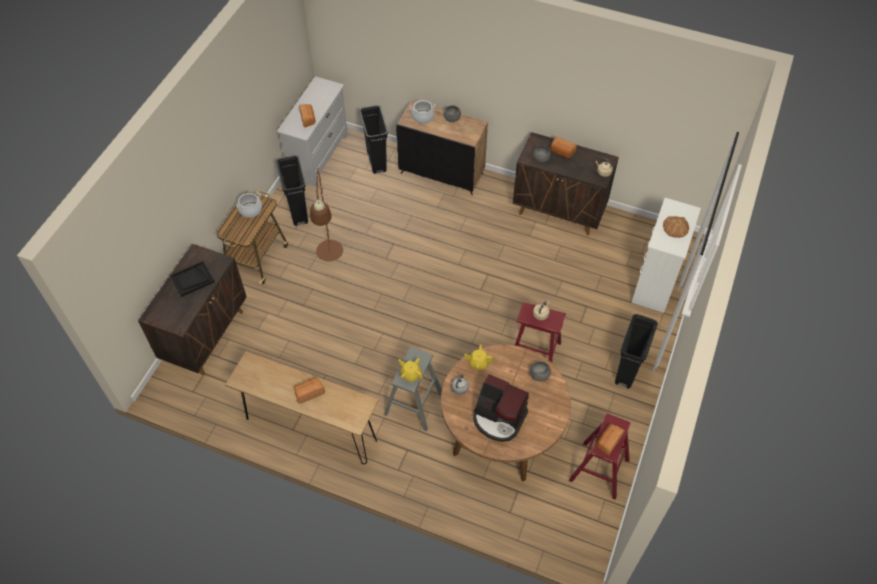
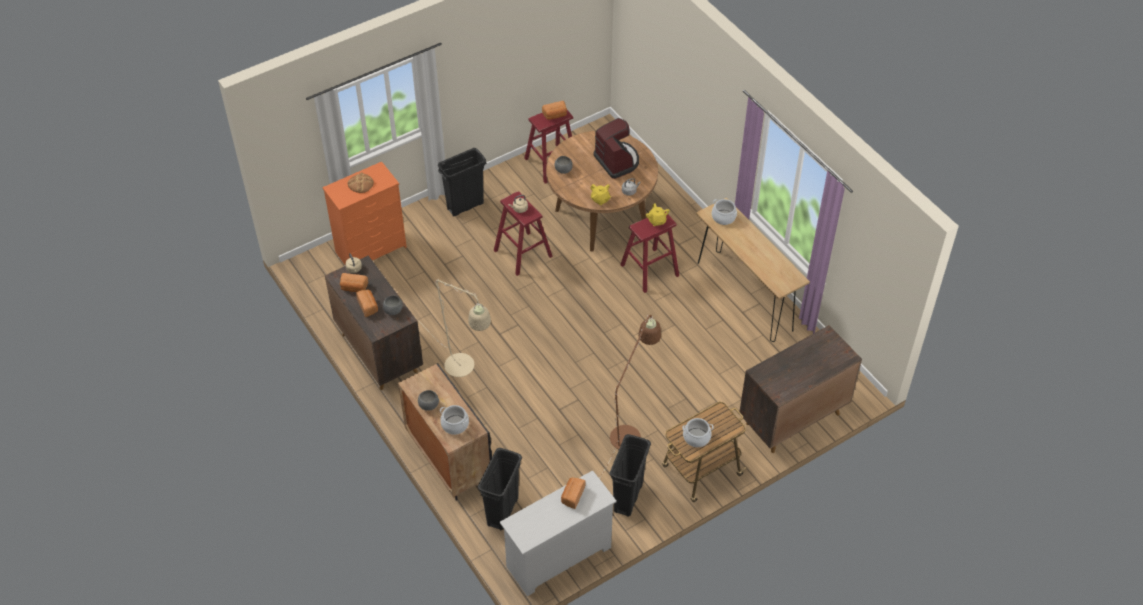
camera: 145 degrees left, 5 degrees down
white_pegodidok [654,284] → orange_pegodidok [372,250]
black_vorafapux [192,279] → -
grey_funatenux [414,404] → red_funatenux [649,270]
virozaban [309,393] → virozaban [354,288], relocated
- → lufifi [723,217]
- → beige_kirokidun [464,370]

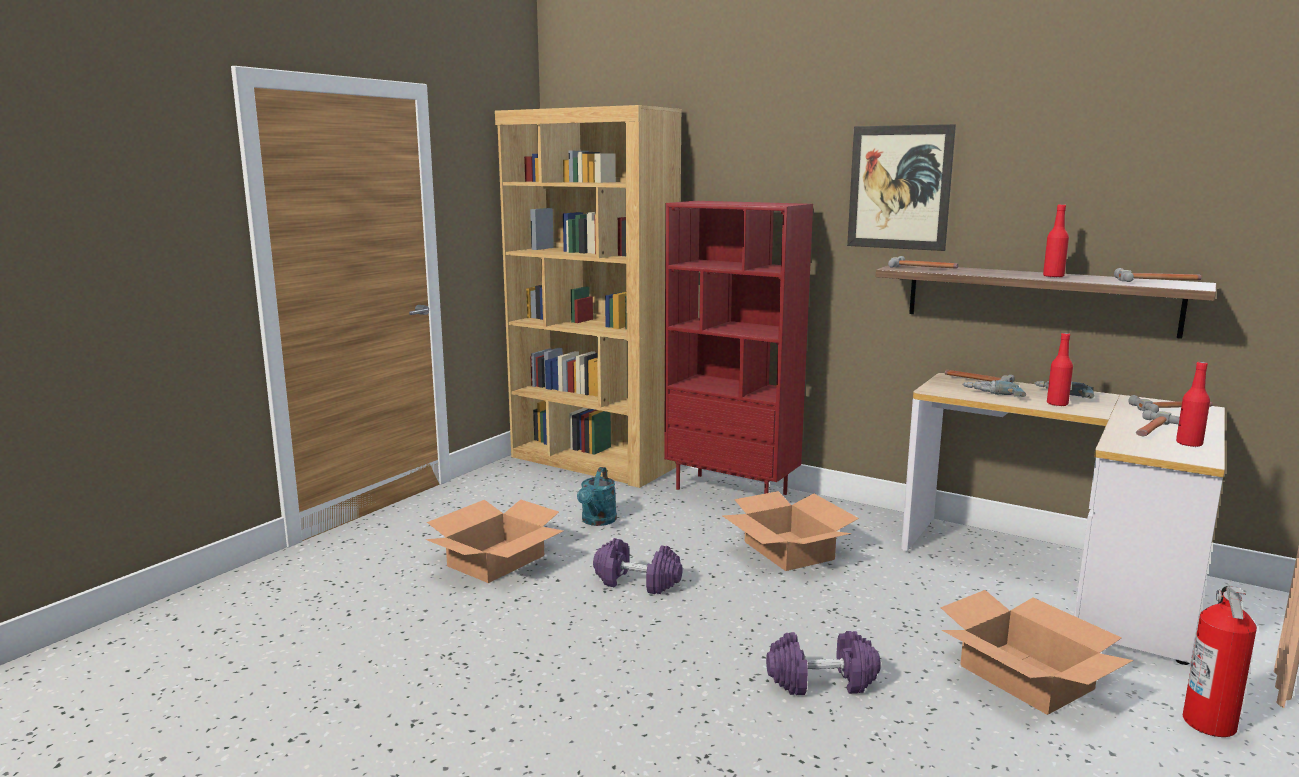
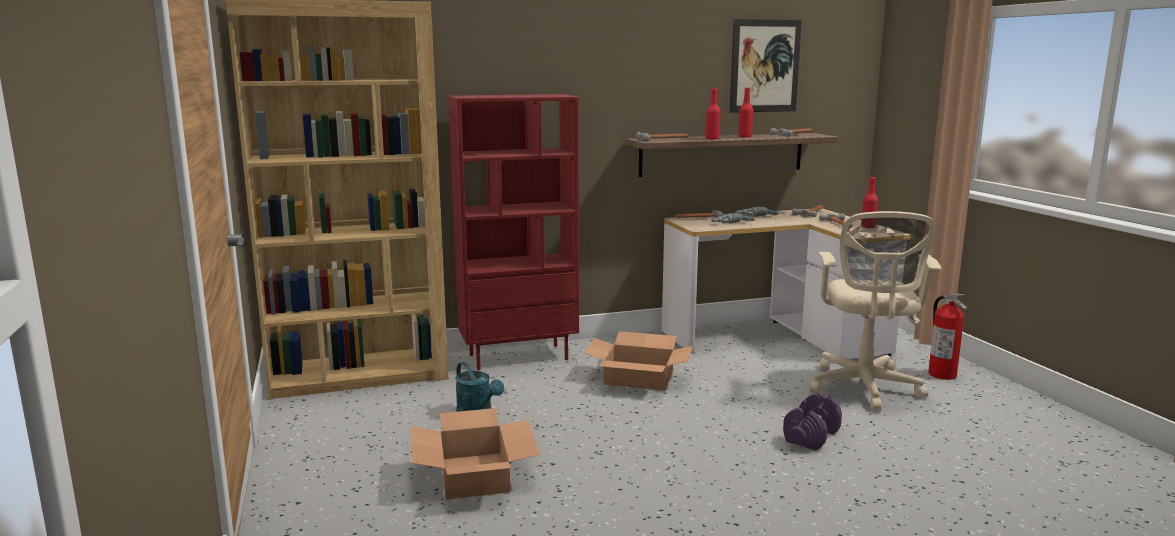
camera: 50 degrees left, 0 degrees up
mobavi [899,187] → mobavi [765,66], relocated
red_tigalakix [1057,404] → red_tigalakix [712,139], relocated
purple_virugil [637,582] → -
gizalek [1026,677] → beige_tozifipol [864,388]

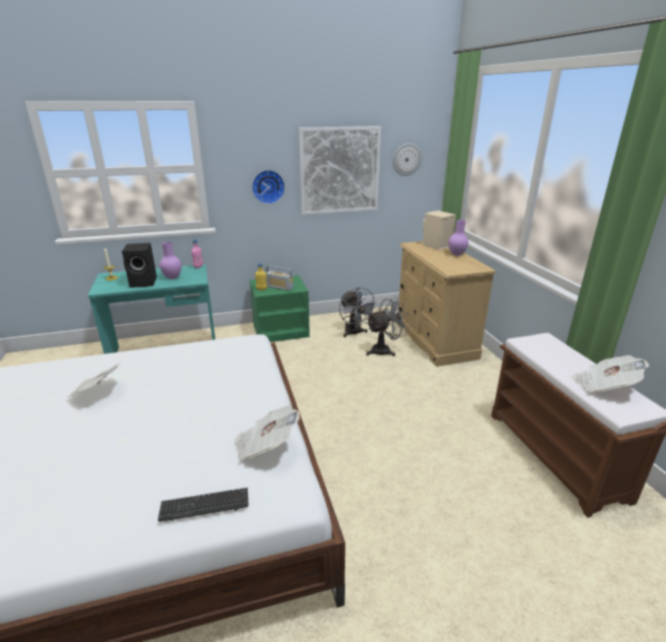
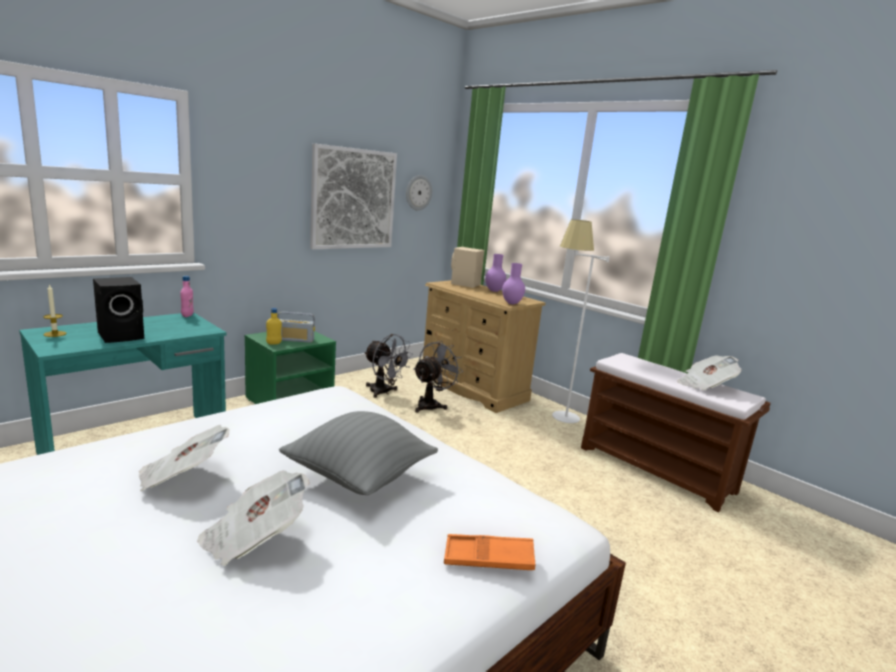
camera: 30 degrees left, 10 degrees down
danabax [268,186] → -
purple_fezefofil [172,278] → purple_fezefofil [512,303], relocated
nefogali [266,445] → nefogali [253,538], relocated
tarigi [205,505] → orange_vorafapux [488,558]
- → white_kirokidun [557,419]
- → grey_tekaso [359,478]

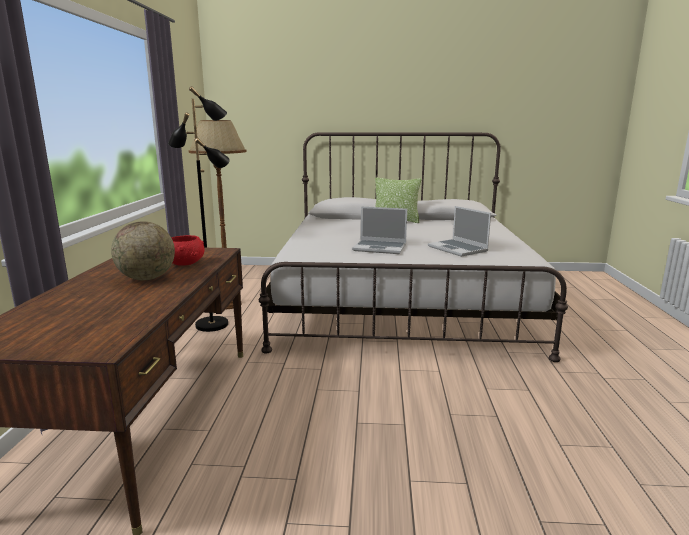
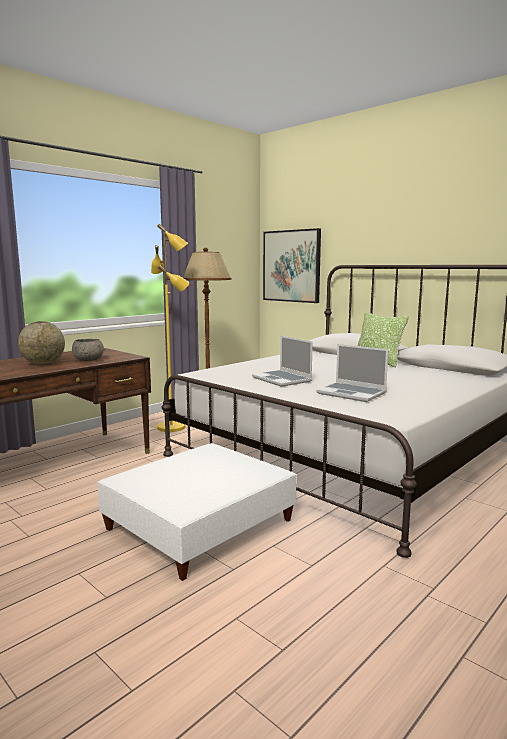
camera: 40 degrees right, 5 degrees down
black_kirokidun [212,324] → yellow_kirokidun [172,427]
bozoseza [458,249] → bozoseza [352,393], 60 degrees counterclockwise
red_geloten [186,263] → grey_geloten [89,360]
- → mobavi [291,266]
- → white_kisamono [200,524]

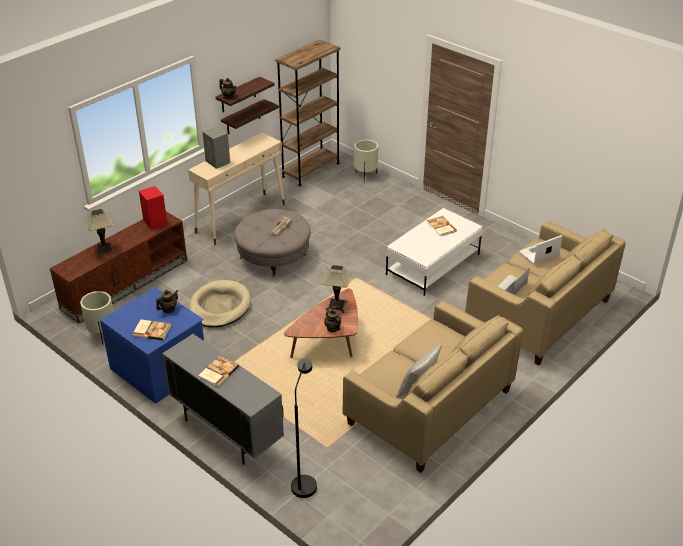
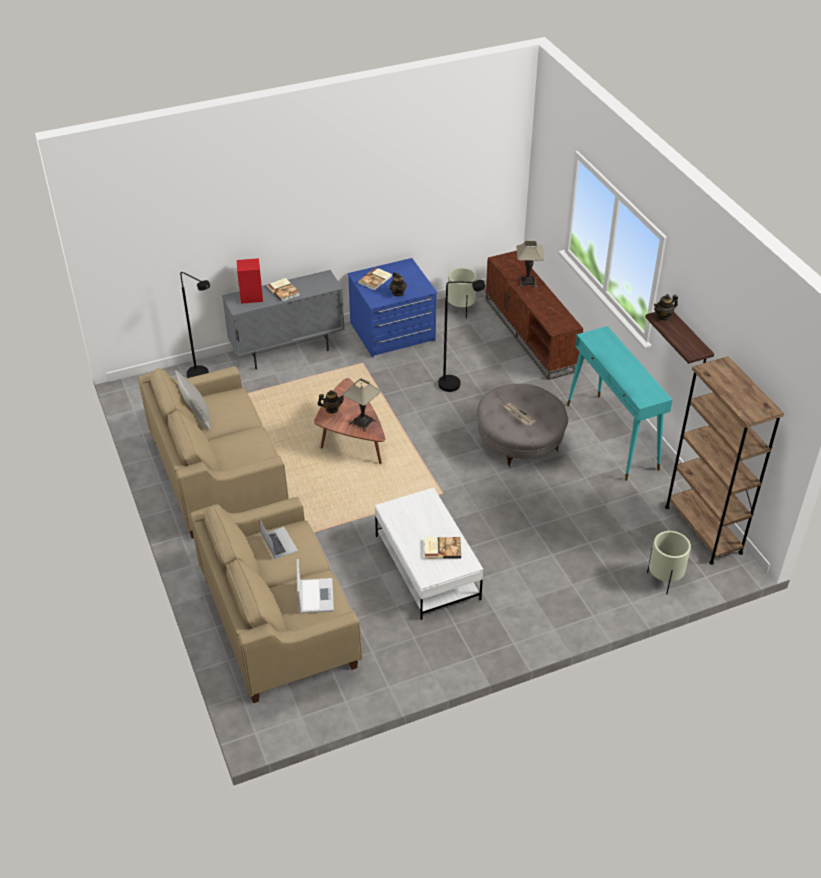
camera: 115 degrees right, 5 degrees up
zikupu [243,117] → -
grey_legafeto [218,162] → -
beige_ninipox [241,218] → turquoise_ninipox [612,437]
red_legafeto [155,222] → red_legafeto [250,297], relocated
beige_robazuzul [219,307] → black_kirokidun [455,384]

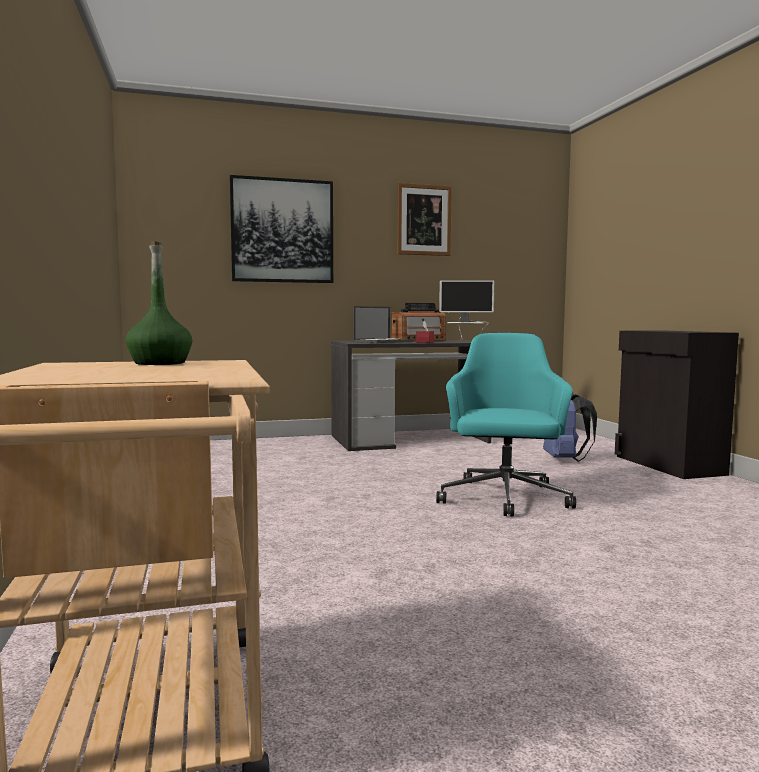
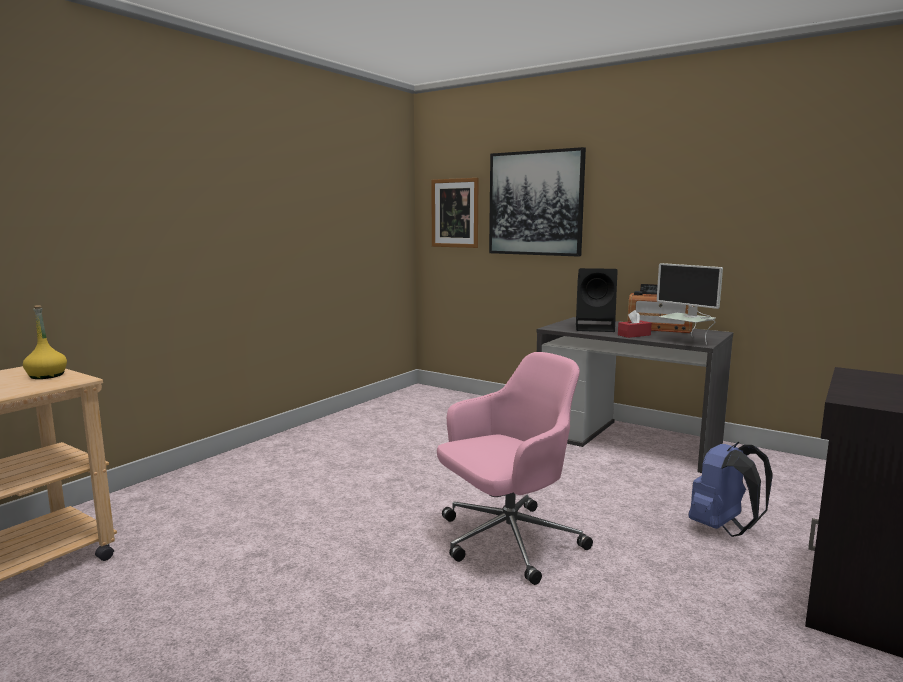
camera: 50 degrees right, 5 degrees up
mobavi [424,220] → mobavi [455,213], relocated
green_tigalakix [160,363] → yellow_tigalakix [47,376]
bozoseza [383,341] → black_legafeto [596,328]
turquoise_tozifipol [504,499] → pink_tozifipol [507,541]

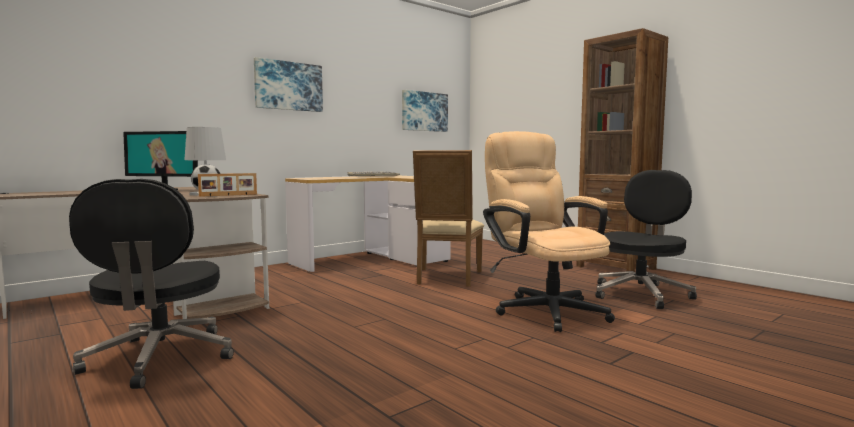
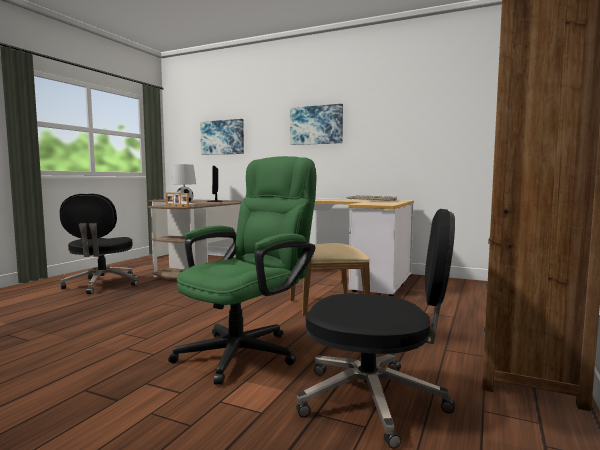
camera: 65 degrees right, 0 degrees up
mobavi [424,111] → mobavi [222,137], relocated
beige_tozifipol [544,309] → green_tozifipol [247,350]
black_tozifipol [160,358] → black_tozifipol [101,284], 60 degrees counterclockwise

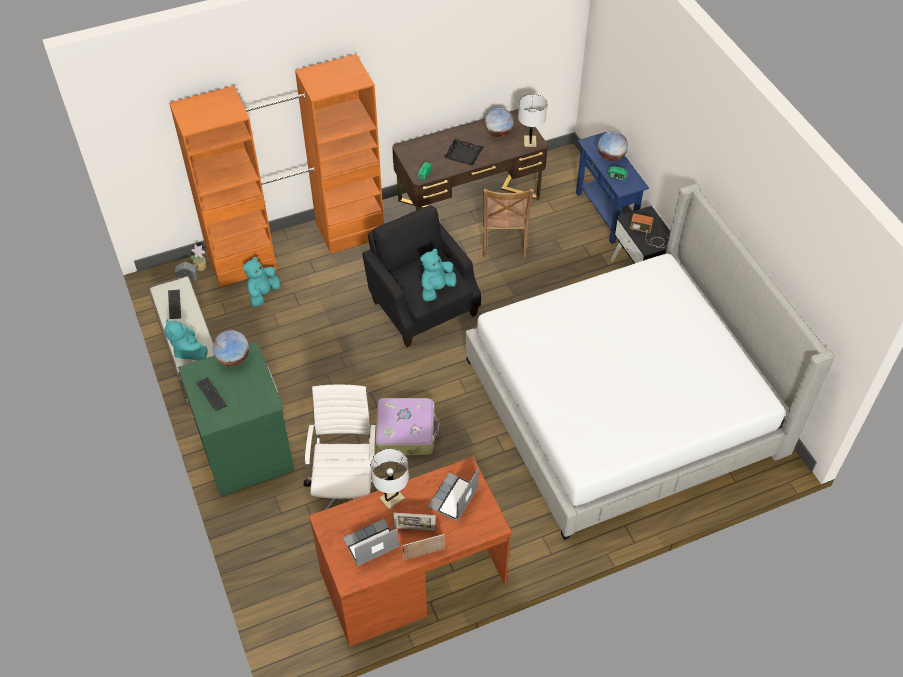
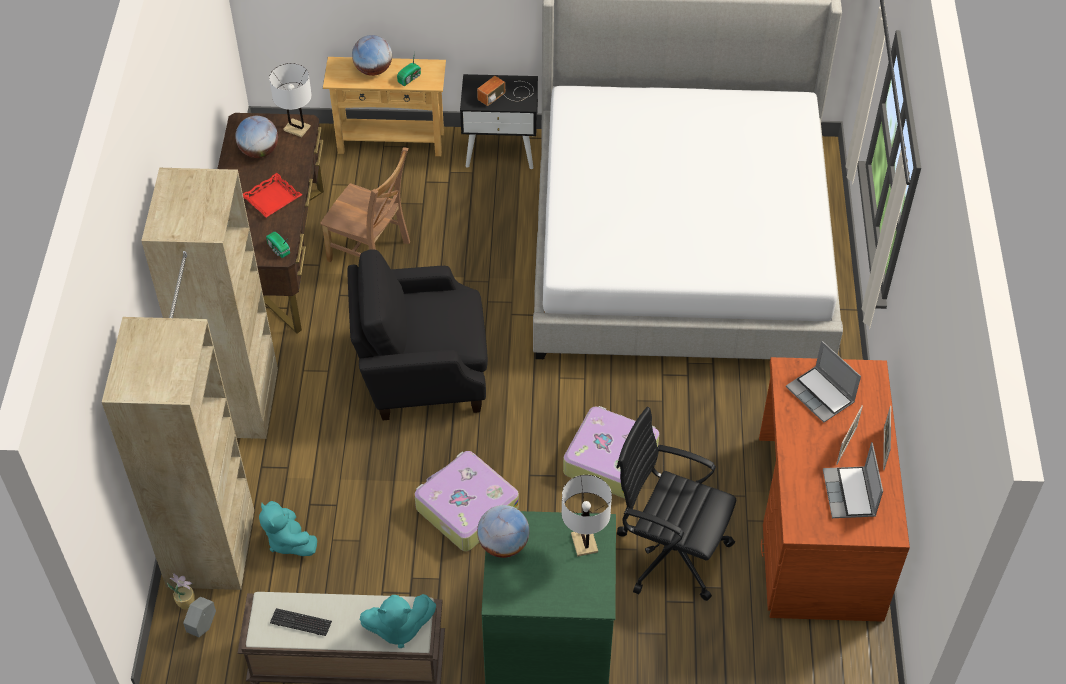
camera: 65 degrees left, 0 degrees up
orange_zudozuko [297,245] → beige_zudozuko [225,471]
blue_ninipox [604,214] → beige_ninipox [391,142]
black_vorafapux [463,155] → red_vorafapux [272,199]
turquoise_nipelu [436,289] → -
tarigi [211,394] → -
white_tozifipol [347,492] → black_tozifipol [669,551]
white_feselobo [392,498] → white_feselobo [584,543], relocated
- → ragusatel [465,508]

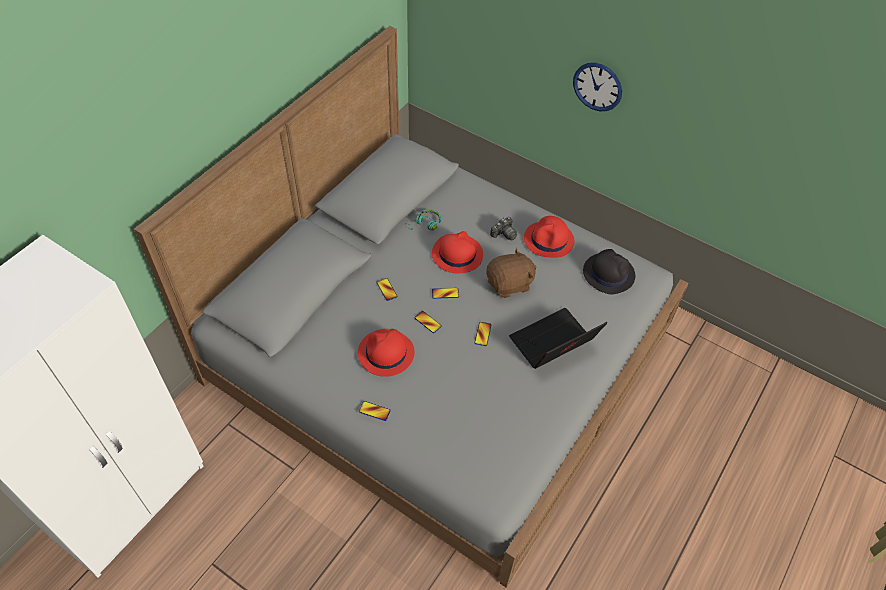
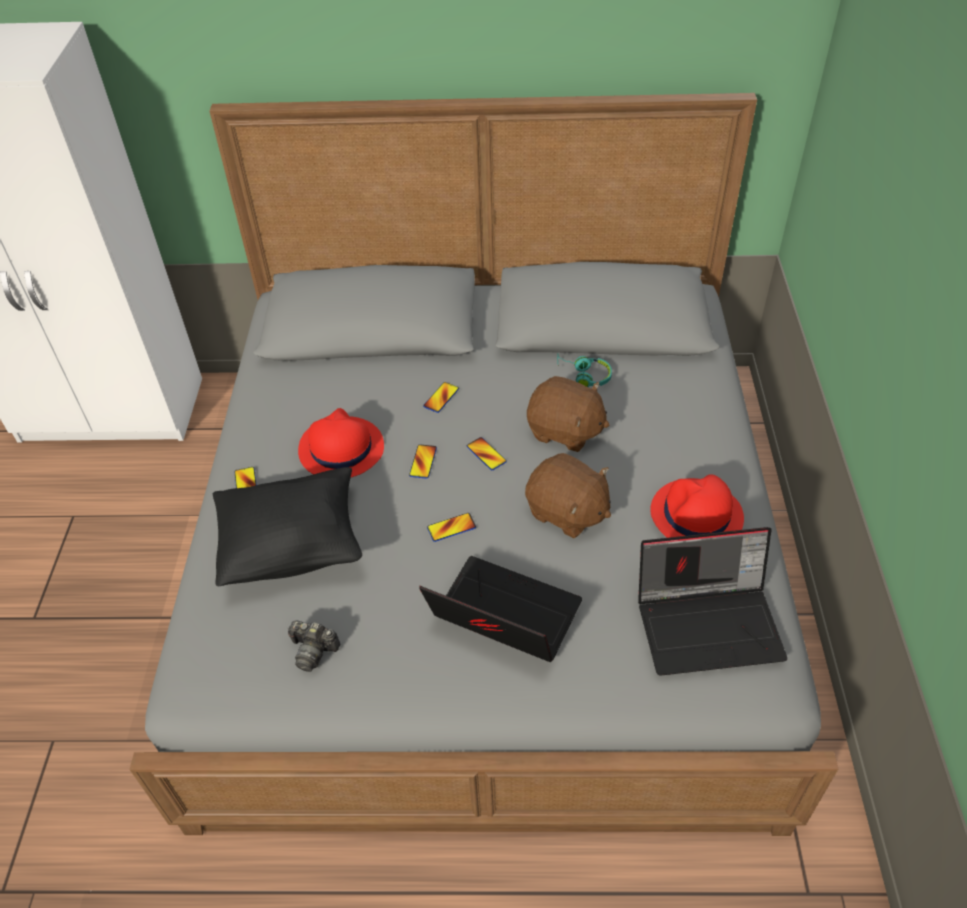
camera: 60 degrees right, 5 degrees down
danabax [597,86] → -
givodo [504,234] → givodo [313,650], relocated
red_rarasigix [457,254] → brown_nipelu [565,431]
black_rarasigix [608,273] → bozoseza [709,623]
- → black_tekaso [293,546]

